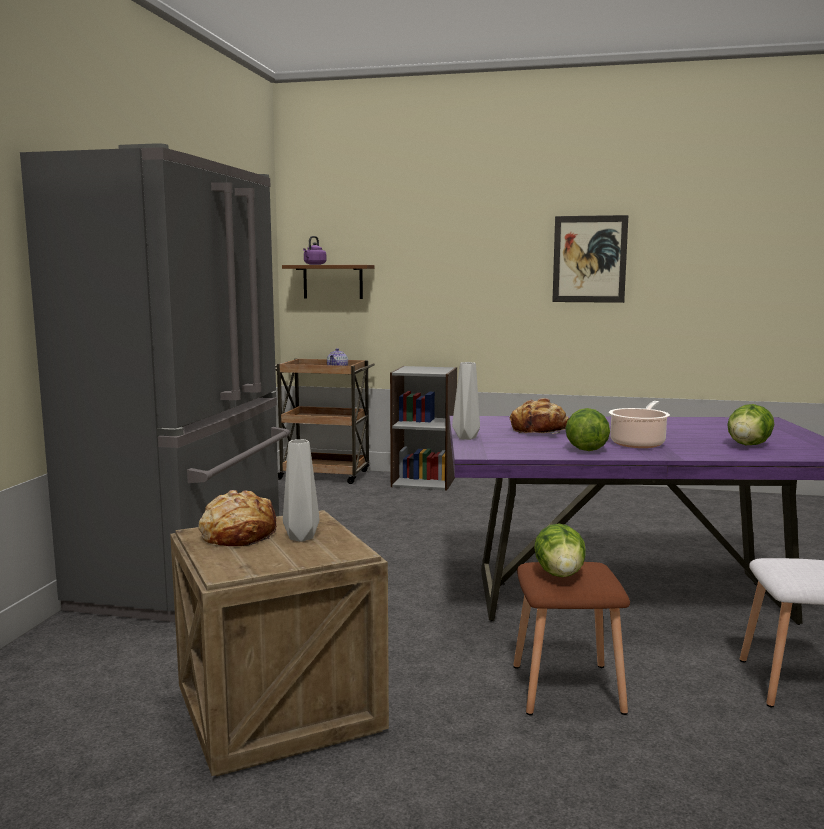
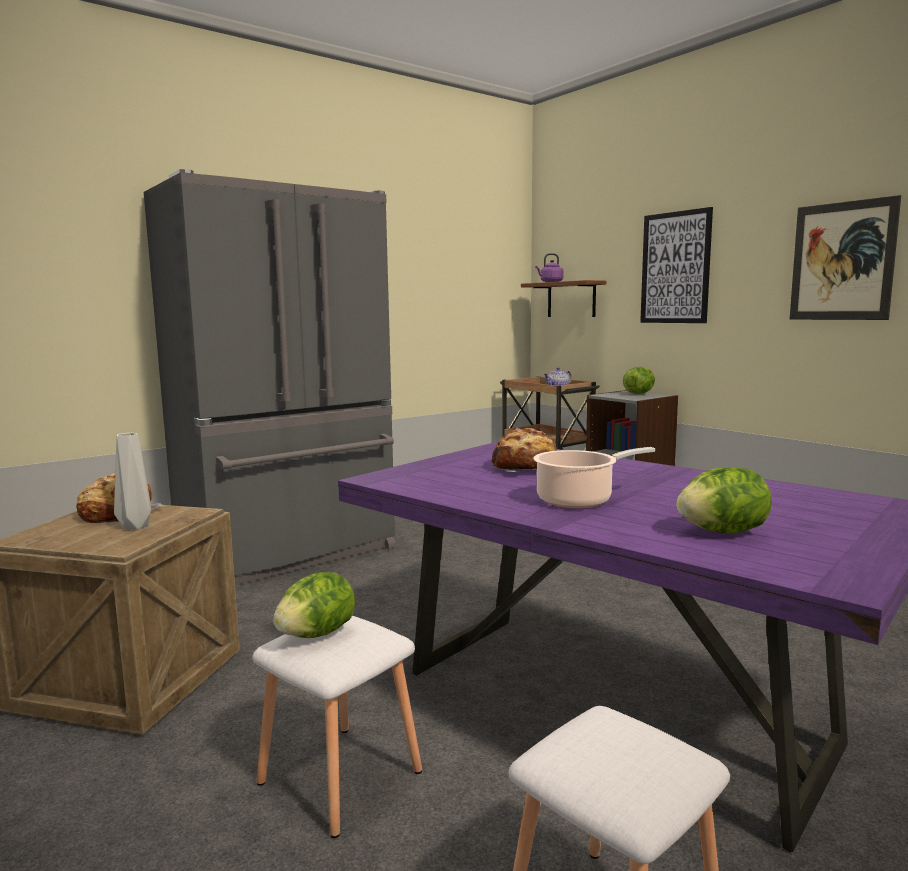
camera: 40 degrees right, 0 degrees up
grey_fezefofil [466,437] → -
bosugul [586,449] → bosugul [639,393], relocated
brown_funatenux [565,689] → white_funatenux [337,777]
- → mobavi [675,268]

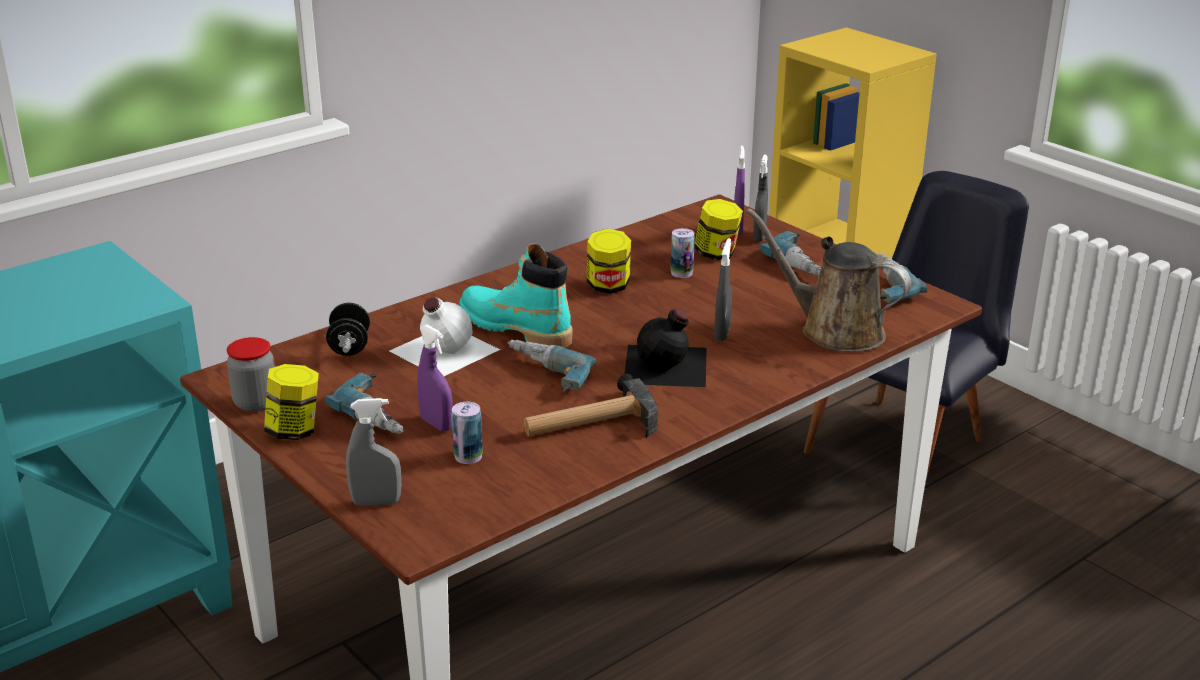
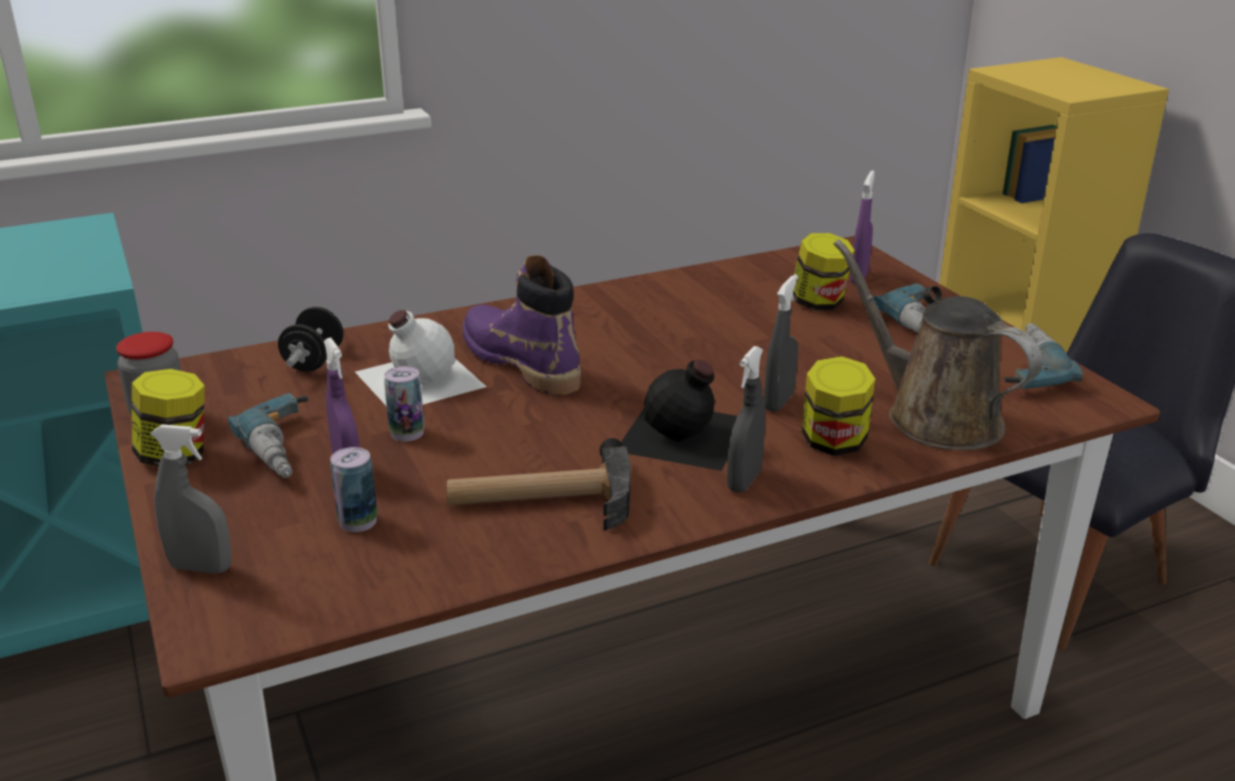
camera: 15 degrees right, 0 degrees up
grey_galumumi [759,237] → grey_galumumi [744,481], relocated
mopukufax [681,273] → mopukufax [407,433], relocated
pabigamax [608,287] → pabigamax [833,443], relocated
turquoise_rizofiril [515,328] → purple_rizofiril [521,363]
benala [542,375] → -

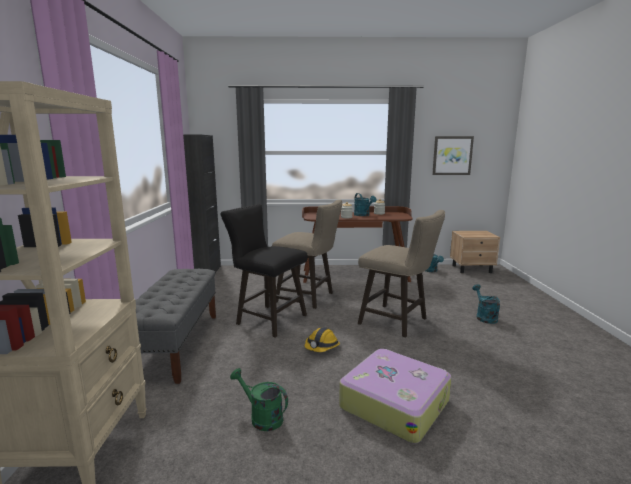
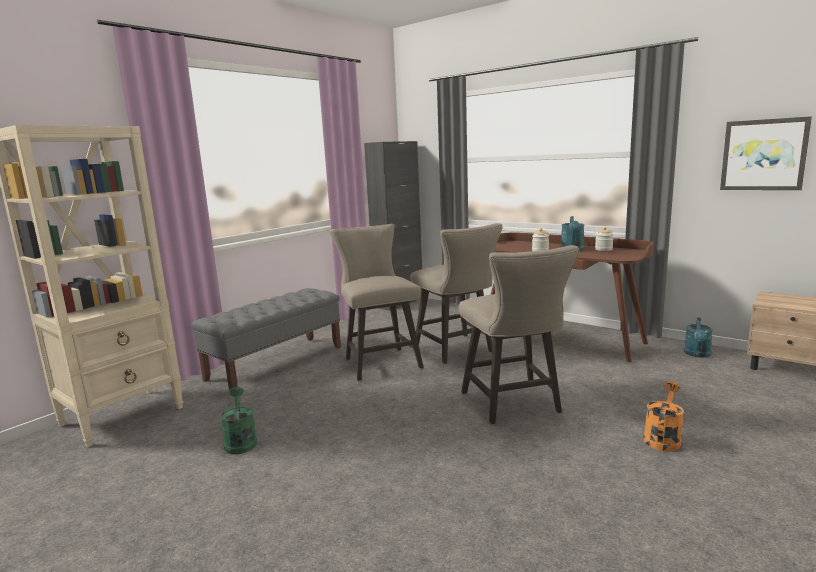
camera: 40 degrees right, 0 degrees up
black_funatenux [267,319] → beige_funatenux [380,361]
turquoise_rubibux [484,317] → orange_rubibux [662,438]
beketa [321,347] → -
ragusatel [394,403] → -

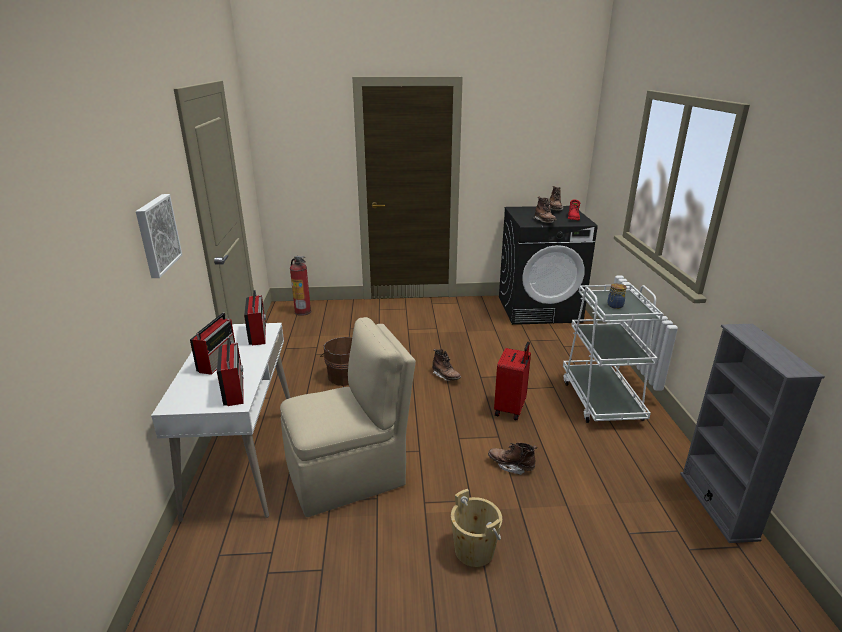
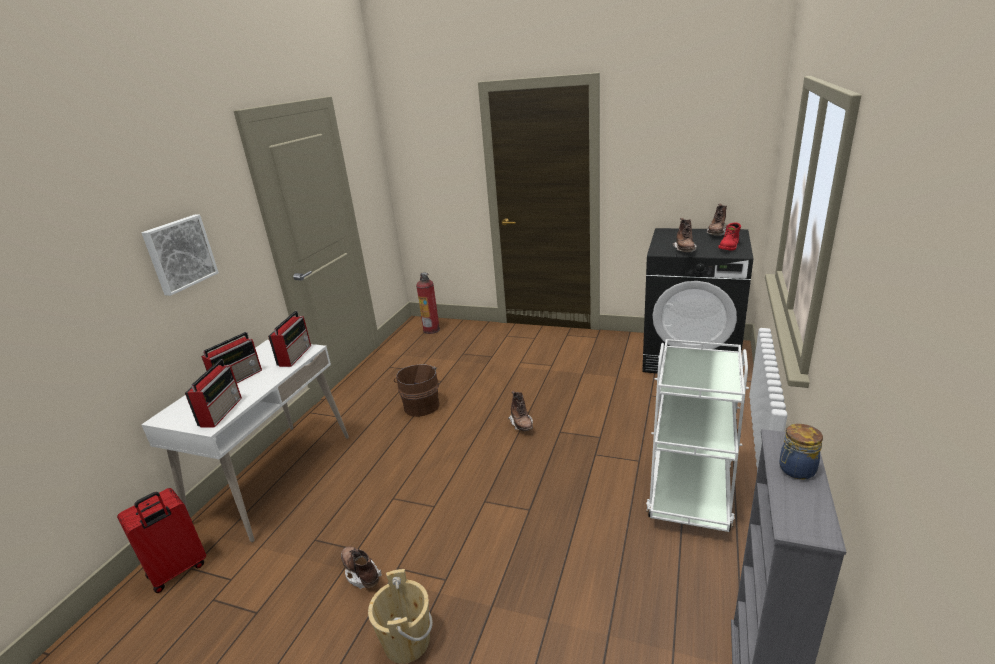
camera: 25 degrees right, 0 degrees up
pabigamax [614,306] → pabigamax [795,470], relocated
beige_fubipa [349,475] → -
red_ragusatel [511,409] → red_ragusatel [178,571], relocated
brown_rizofiril [511,466] → brown_rizofiril [361,573], relocated

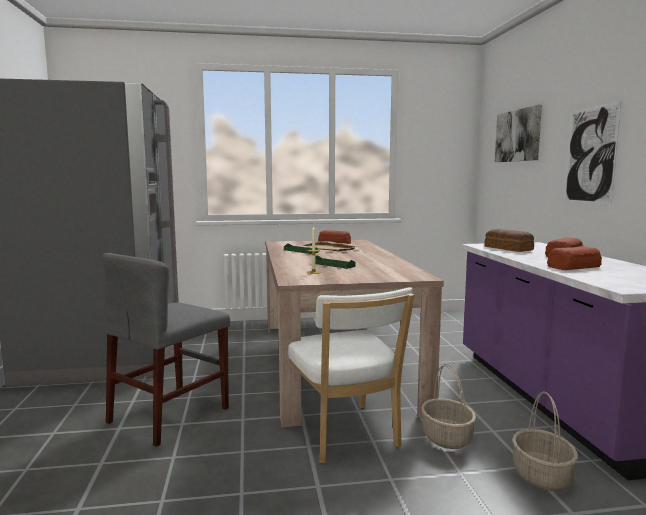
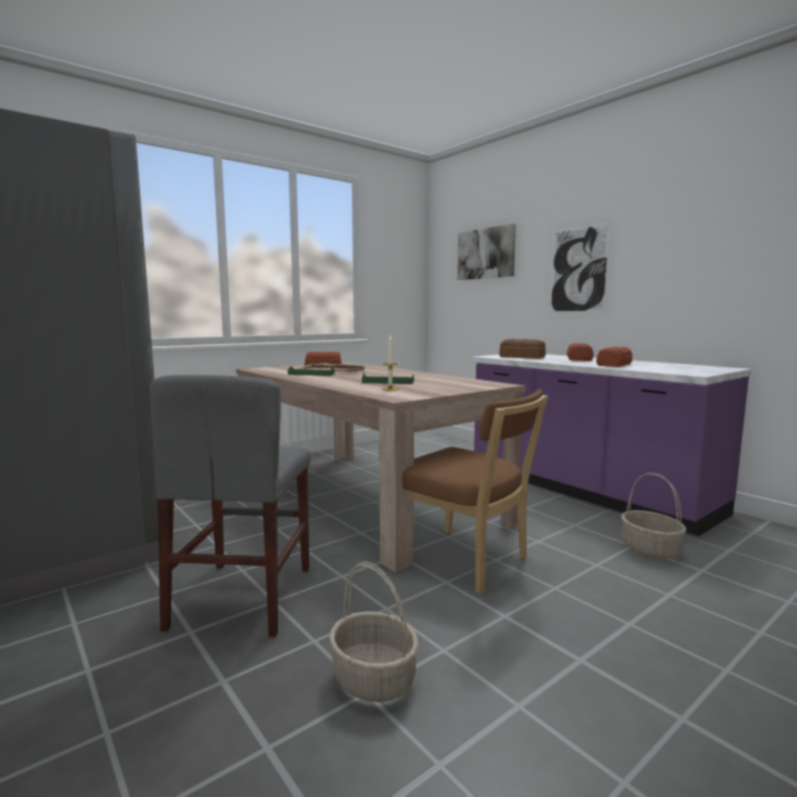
camera: 30 degrees left, 0 degrees up
white_fubipa [345,436] → brown_fubipa [467,562]
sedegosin [447,438] → sedegosin [375,679], relocated

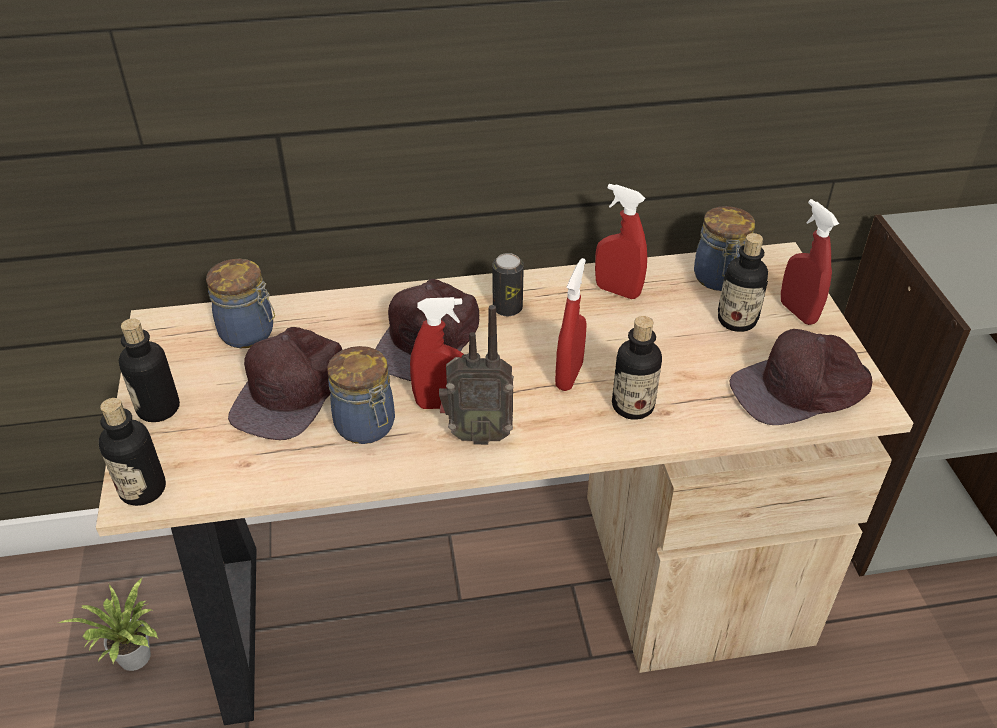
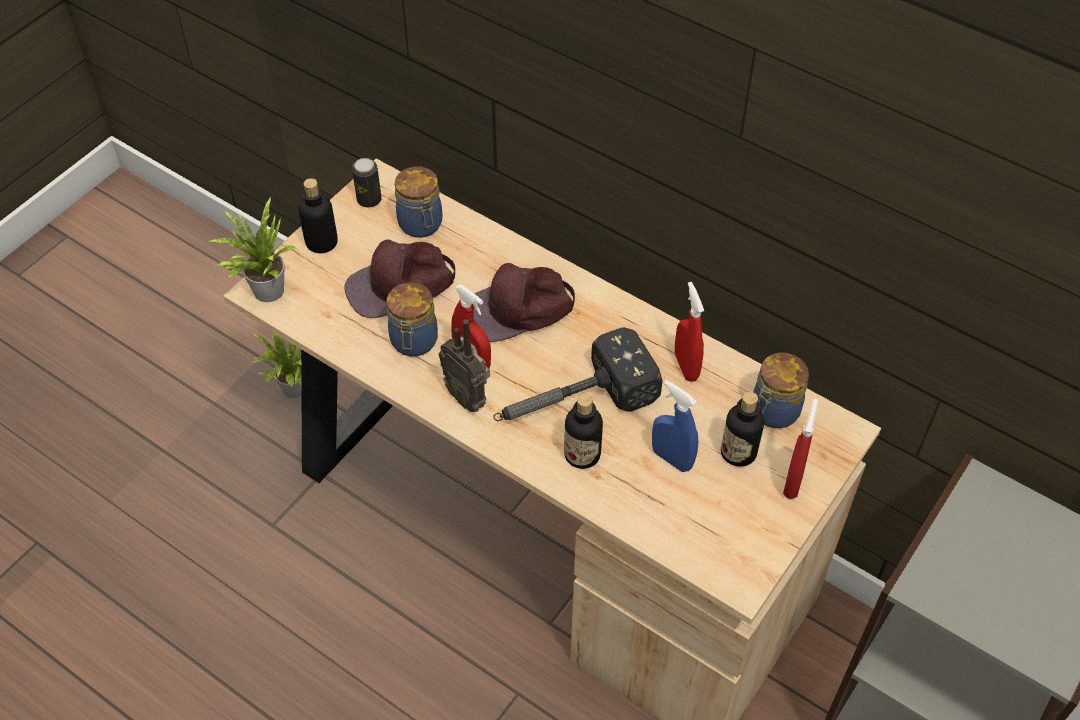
camera: 45 degrees right, 10 degrees up
mopukufax [507,308] → mopukufax [369,200], relocated
red_galumumi [569,376] → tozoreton [570,402]
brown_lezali [800,390] → -
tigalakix [143,489] → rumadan [264,290]
- → blue_galumumi [671,459]

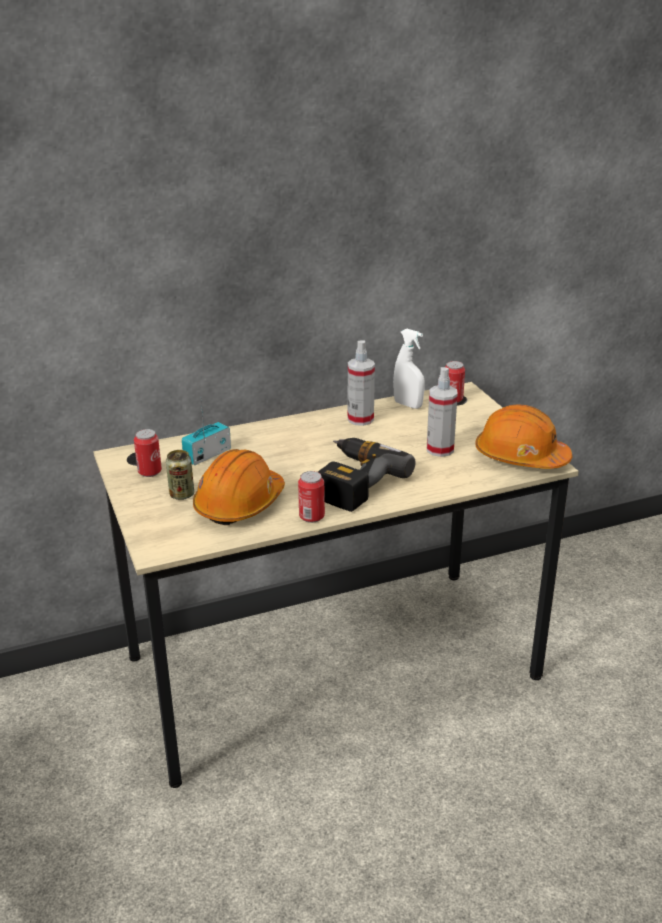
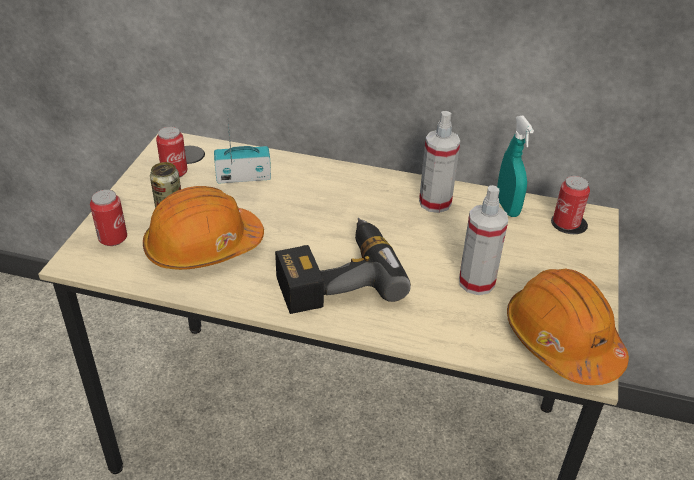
camera: 35 degrees right, 10 degrees up
white_galumumi [408,405] → turquoise_galumumi [507,207]
mopukufax [311,517] → mopukufax [113,238], relocated

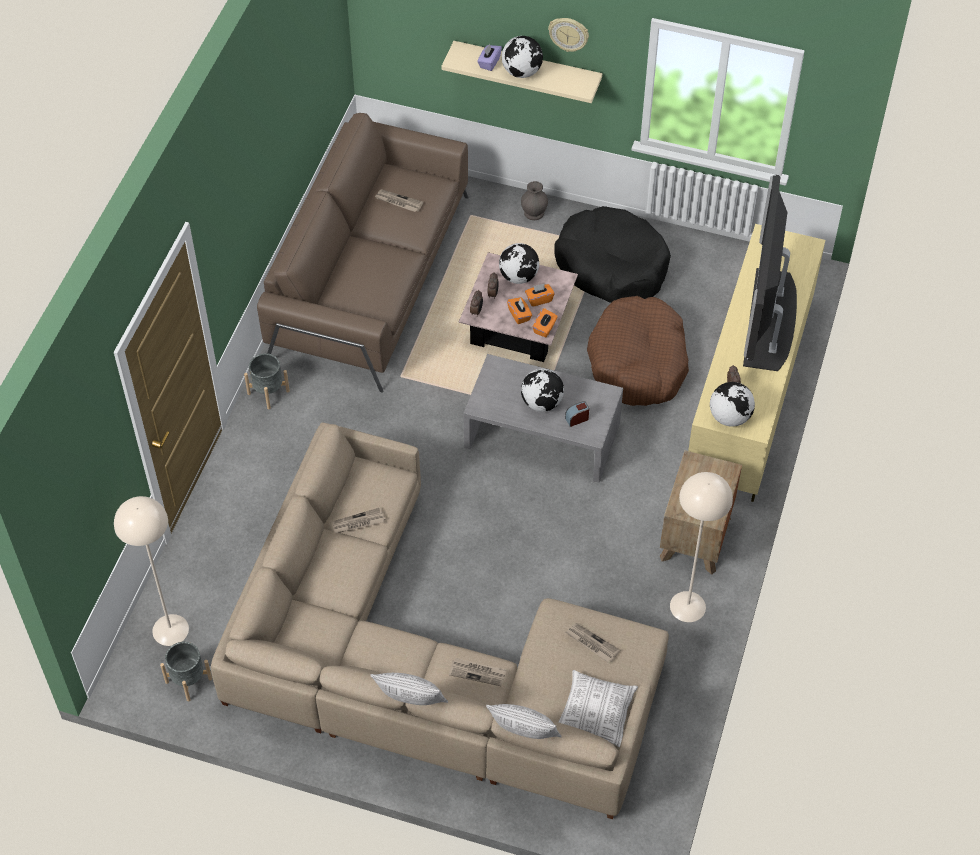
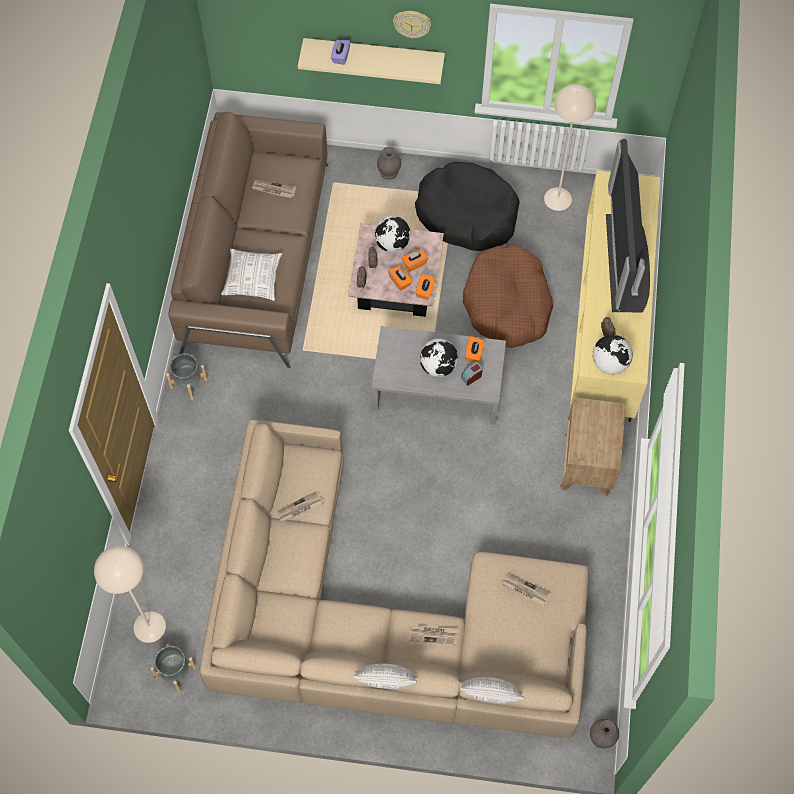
camera: 10 degrees left, 10 degrees up
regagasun [522,72] → -
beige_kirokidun [687,606] → beige_kirokidun [557,198], relocated
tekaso [596,713] → tekaso [253,279], relocated
- → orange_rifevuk [474,353]
- → grey_fezefofil [602,737]

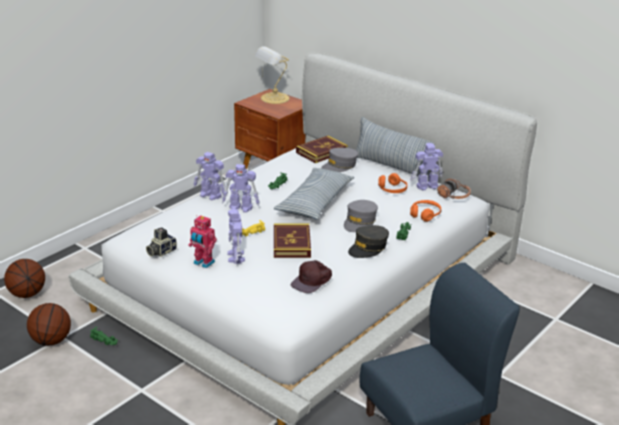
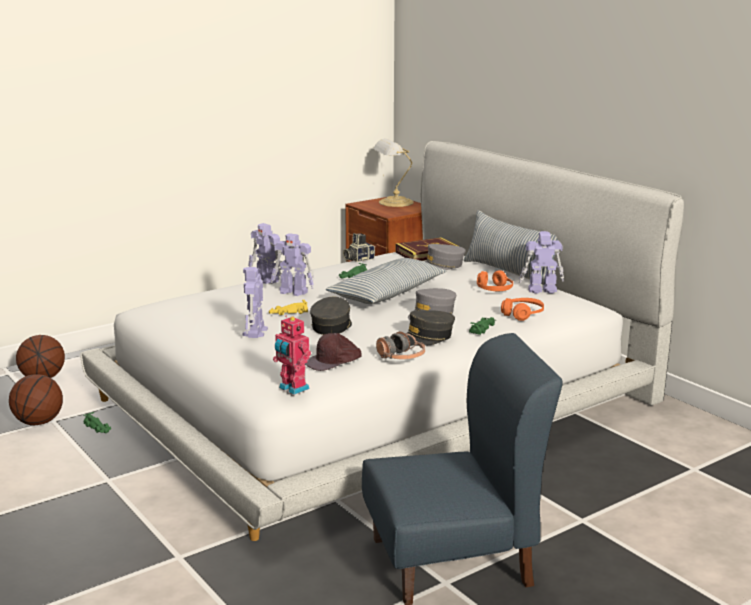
camera: 15 degrees right, 10 degrees down
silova [454,196] → silova [401,358], relocated
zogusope [203,263] → zogusope [292,389], relocated
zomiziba [291,244] → grey_lezali [331,326]
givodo [160,251] → givodo [358,259], relocated

